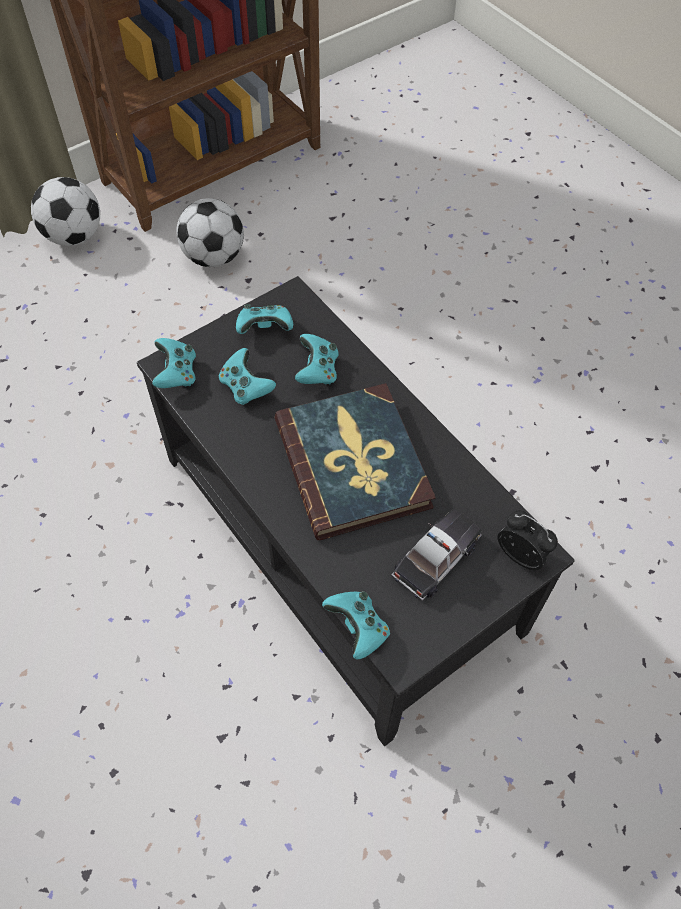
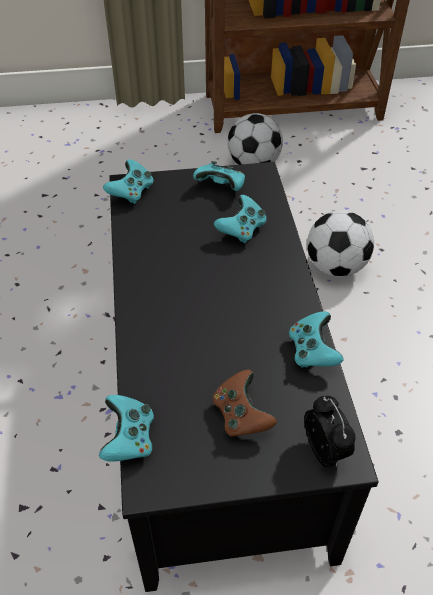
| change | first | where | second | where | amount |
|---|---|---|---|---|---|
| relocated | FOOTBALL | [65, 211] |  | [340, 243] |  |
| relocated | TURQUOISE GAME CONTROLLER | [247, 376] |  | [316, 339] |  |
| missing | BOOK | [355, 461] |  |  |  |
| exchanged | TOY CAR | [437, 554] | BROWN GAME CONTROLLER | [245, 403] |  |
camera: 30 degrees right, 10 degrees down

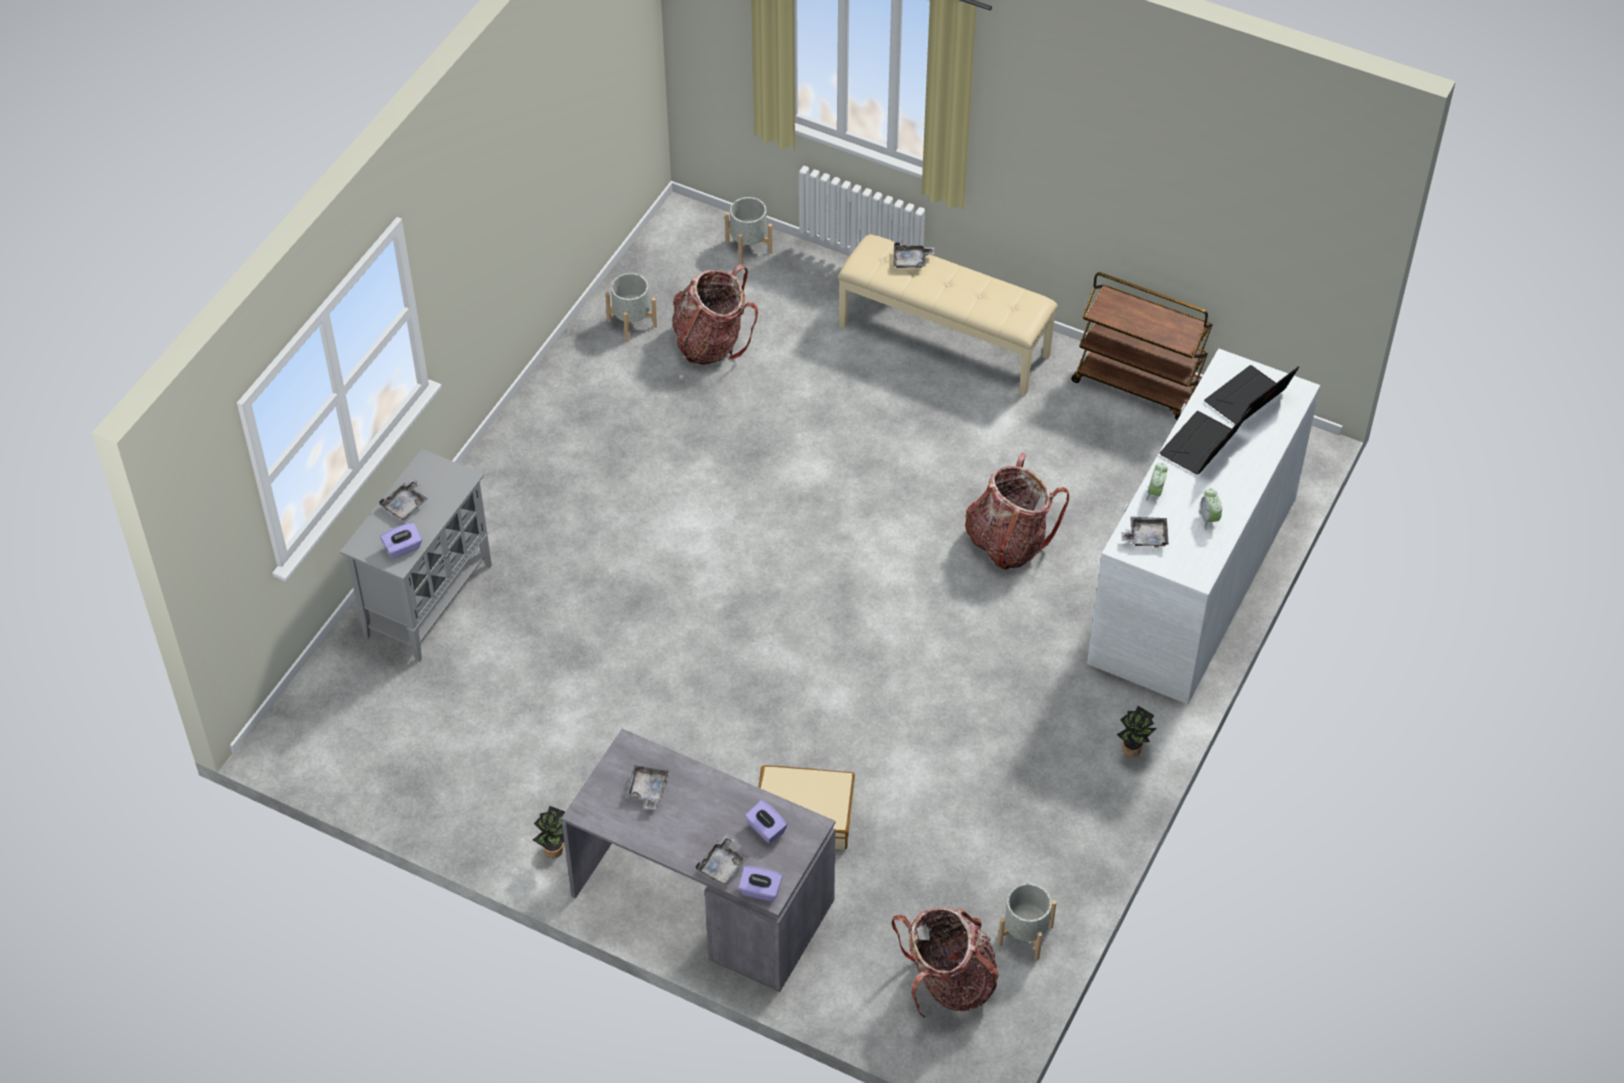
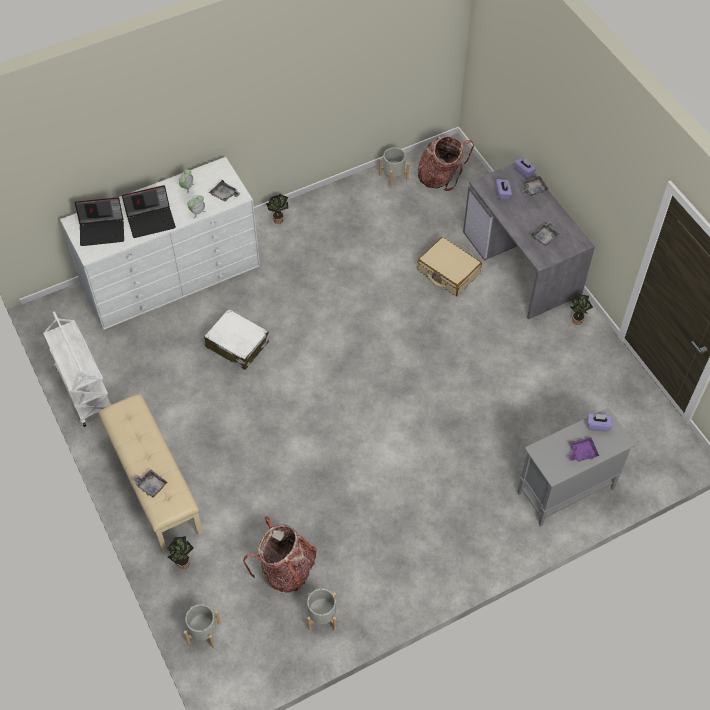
| change | first | where | second | where | amount |
|---|---|---|---|---|---|
| colour | BROWN CART | [1142, 346] | WHITE CART | [77, 369] |  |
| exchanged | BACKPACK | [1017, 511] | WHITE SUITCASE | [236, 339] |  |
| colour | GREY TRAY | [403, 499] | PURPLE TRAY | [583, 449] |  |
| appeared |  |  | POTTED PLANT | [180, 552] |  |
camera: 145 degrees left, 5 degrees up

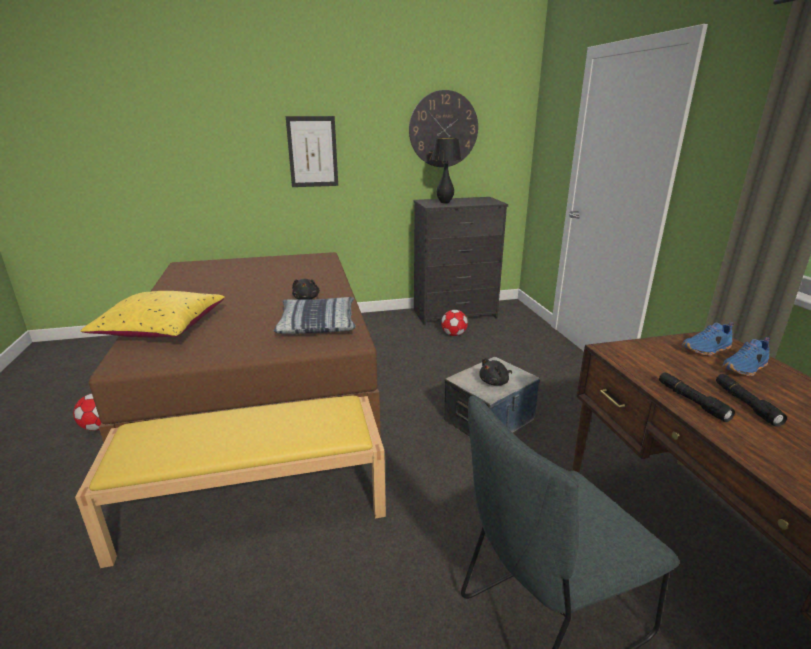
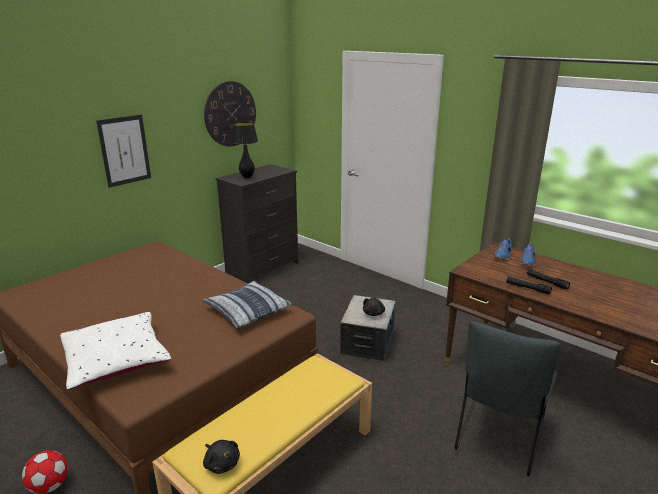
| change | first | where | second | where | amount |
|---|---|---|---|---|---|
| relocated | BLACK PLUSH TOY | [306, 289] |  | [221, 457] |  |
| colour | YELLOW PILLOW | [152, 314] | WHITE PILLOW | [115, 351] |  |
| missing | FOOTBALL | [454, 323] |  |  |  |
camera: 35 degrees left, 0 degrees up

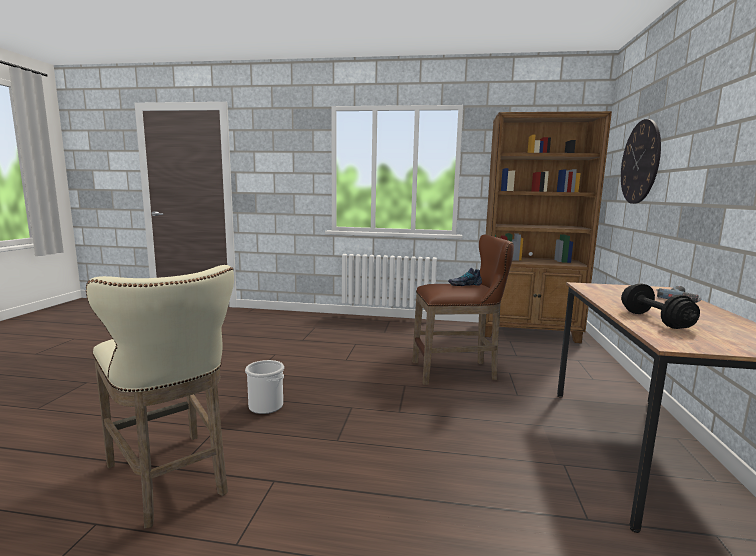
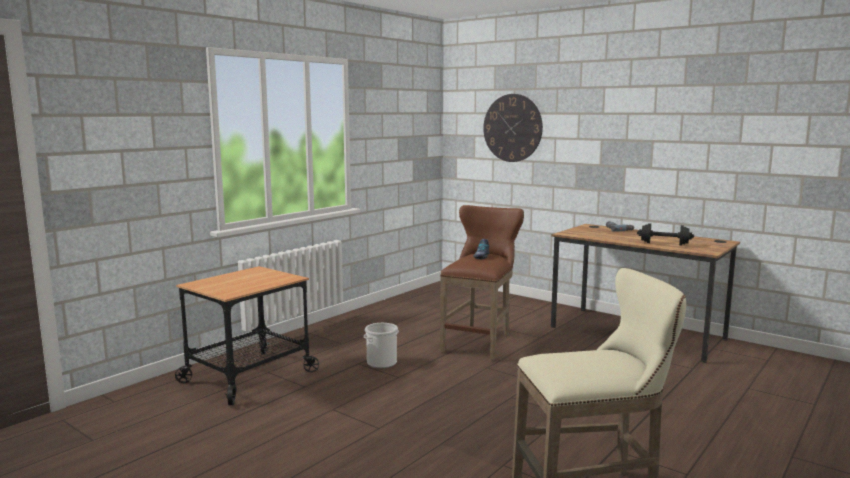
| change | first | where | second | where | amount |
|---|---|---|---|---|---|
| missing | BROWN BOOKCASE | [548, 227] |  |  |  |
| relocated | BUCKET | [264, 387] |  | [381, 345] |  |
| appeared |  |  | CART | [247, 335] |  |
camera: 60 degrees left, 0 degrees up

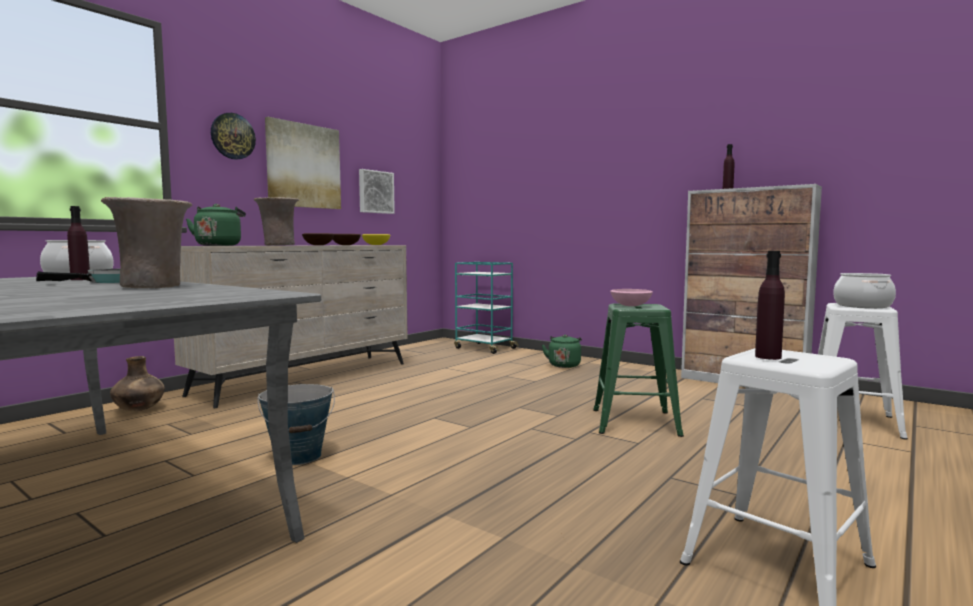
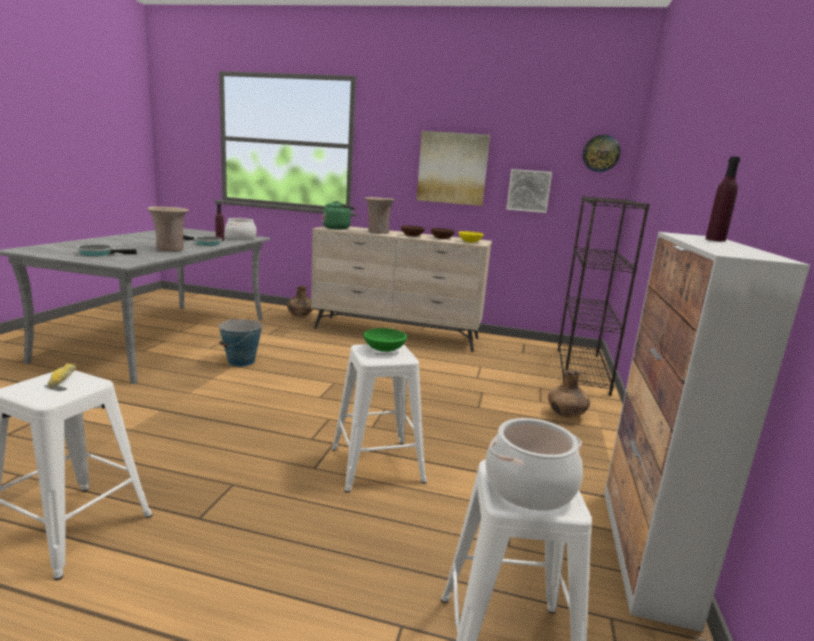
| change | first | where | second | where | amount |
|---|---|---|---|---|---|
| relocated | WALL CLOCK | [233, 136] |  | [601, 153] |  |
| exchanged | PURPLE BOTTLE | [770, 305] | BREAD | [62, 375] |  |
| exchanged | TURQUOISE CART | [486, 308] | BLACK BOOKCASE | [604, 296] |  |
| colour | PINK BOWL | [631, 297] | GREEN BOWL | [385, 340] |  |
| colour | GREEN STOOL | [638, 370] | WHITE STOOL | [379, 418] |  |
| exchanged | GREEN KETTLE | [562, 351] | BROWN VASE | [569, 394] |  |
| appeared |  |  | FRYING PAN | [107, 250] |  |
camera: 65 degrees right, 10 degrees up

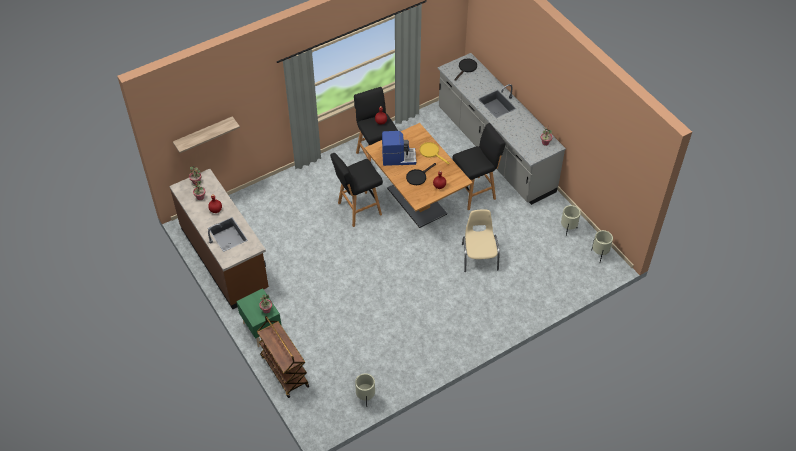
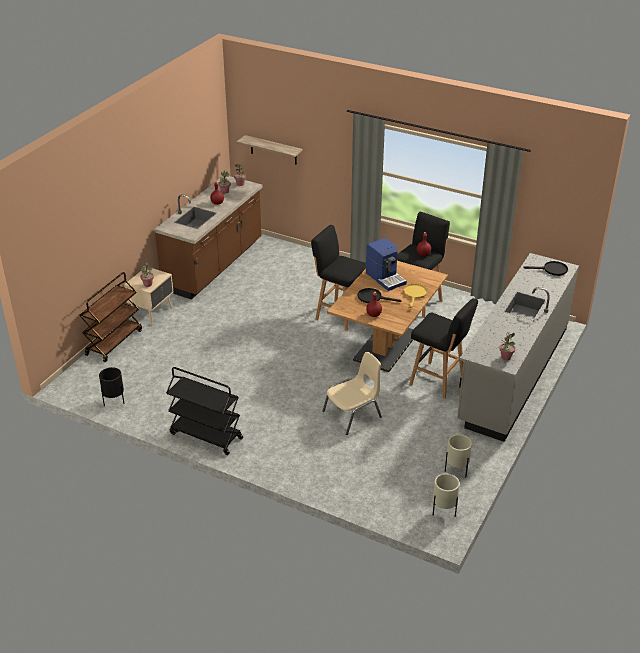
| change | first | where | second | where | amount |
|---|---|---|---|---|---|
| colour | GREEN NIGHTSTAND | [258, 317] | BEIGE NIGHTSTAND | [148, 296] |  |
| colour | BEIGE PLANTER | [365, 390] | BLACK PLANTER | [111, 386] |  |
| appeared |  |  | BLACK CART | [204, 411] |  |
camera: 60 degrees right, 15 degrees down

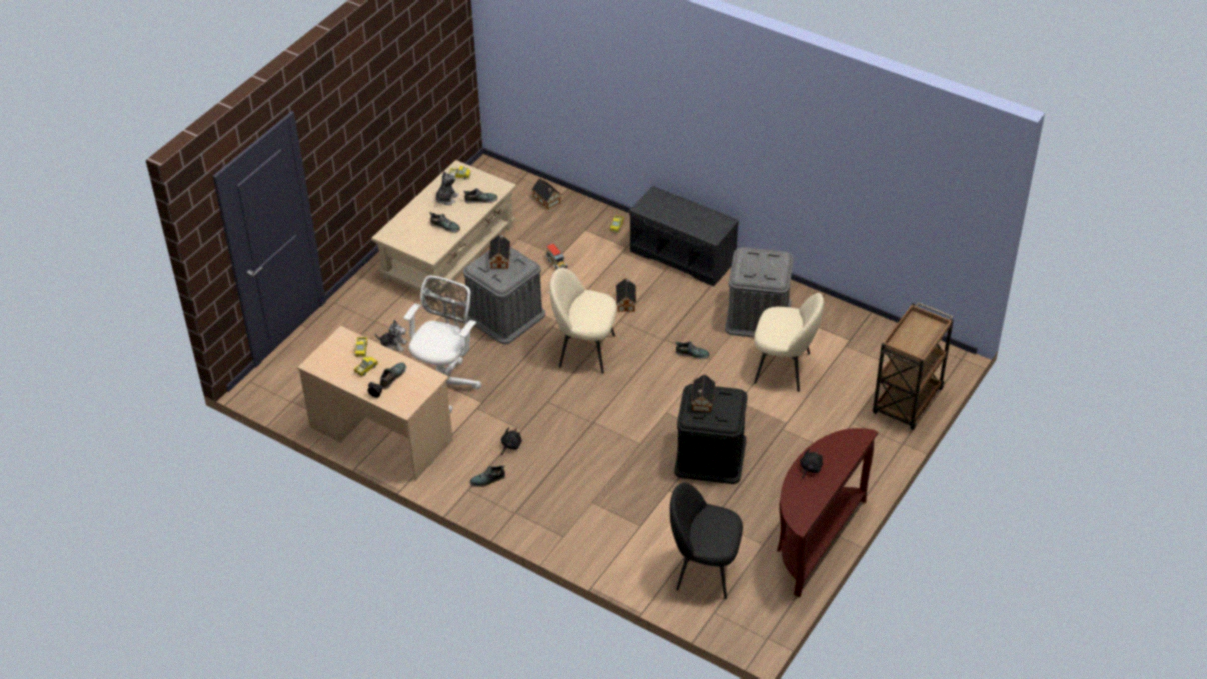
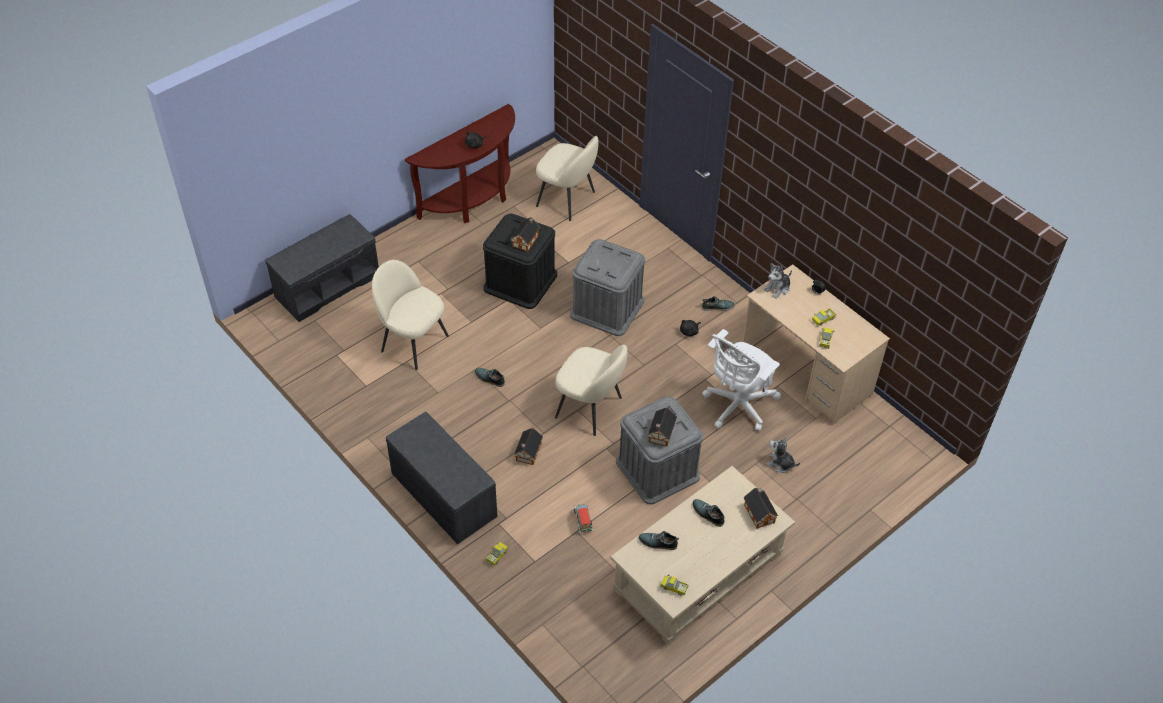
| change | first | where | second | where | amount |
|---|---|---|---|---|---|
| relocated | PLUSH TOY | [447, 188] |  | [778, 280] |  |
| relocated | TOY HOUSE | [547, 194] |  | [760, 508] |  |
| relocated | GREY STORAGE BOX | [759, 292] |  | [607, 287] |  |
| exchanged | BROWN CART | [913, 366] | GREY BENCH | [322, 268] |  |
| missing | SHOE | [393, 376] |  |  |  |
| colour | BLACK CHAIR | [706, 541] | BEIGE CHAIR | [567, 178] |  |
camera: 165 degrees left, 5 degrees up

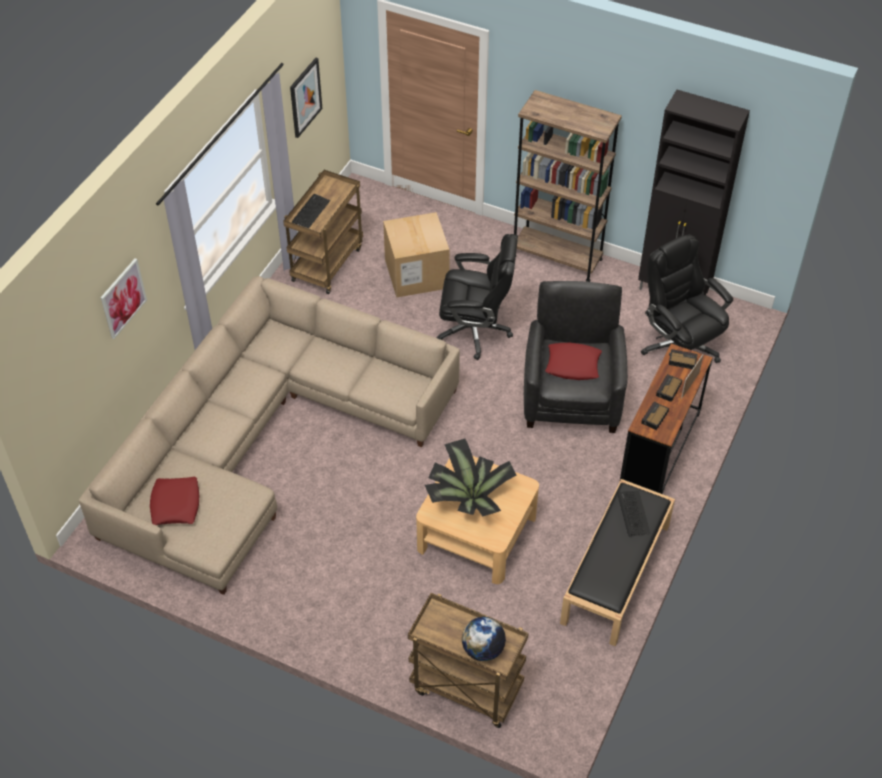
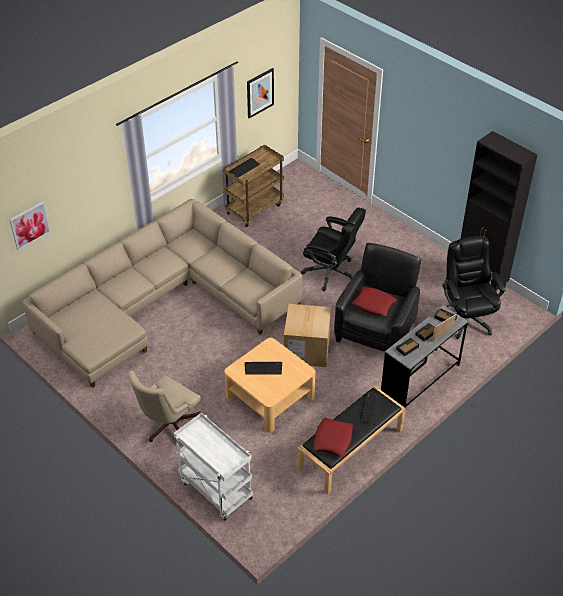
| change | first | where | second | where | amount |
|---|---|---|---|---|---|
| missing | BROWN BOOKCASE | [568, 186] |  |  |  |
| relocated | CARDBOARD BOX | [416, 255] |  | [307, 335] |  |
| relocated | PICTURE | [123, 298] |  | [30, 225] |  |
| colour | BROWN DESK | [666, 419] | GREY DESK | [424, 358] |  |
| exchanged | POTTED PLANT | [470, 477] | KEYBOARD | [263, 368] |  |
| relocated | RED PILLOW | [174, 501] |  | [333, 437] |  |
| colour | BROWN CART | [468, 660] | WHITE CART | [213, 467] |  |
| missing | GLOBE | [484, 639] |  |  |  |
| appeared |  |  | BEIGE OFFICE CHAIR | [164, 406] |  |
camera: 20 degrees right, 5 degrees down

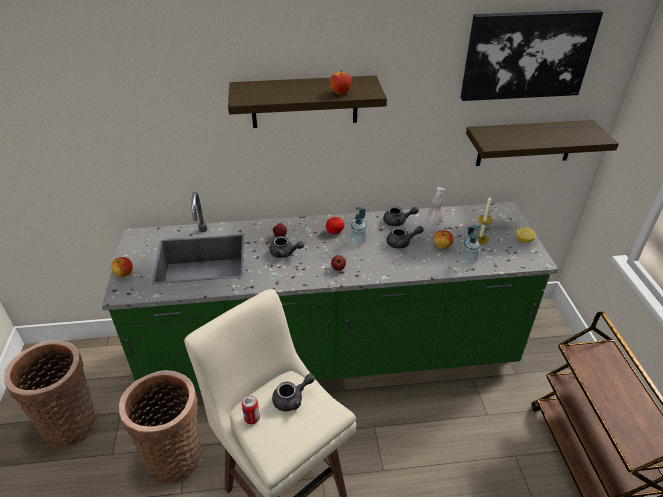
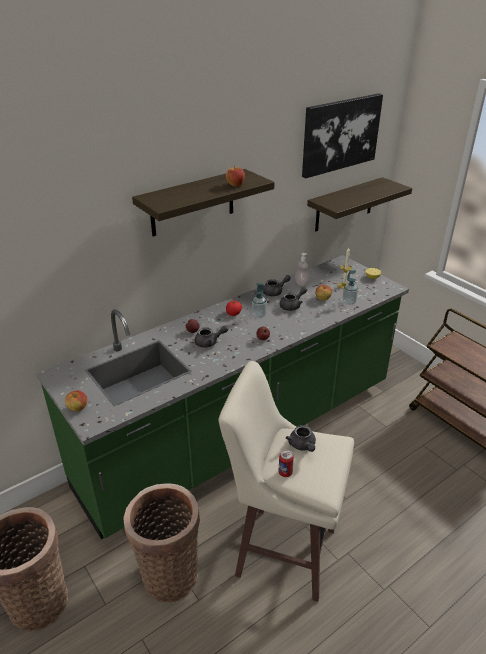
| change | first | where | second | where | amount |
|---|---|---|---|---|---|
| spun | GREY TEAPOT | [293, 392] |  | [301, 438] | 135 degrees clockwise |
camera: 30 degrees left, 5 degrees down

